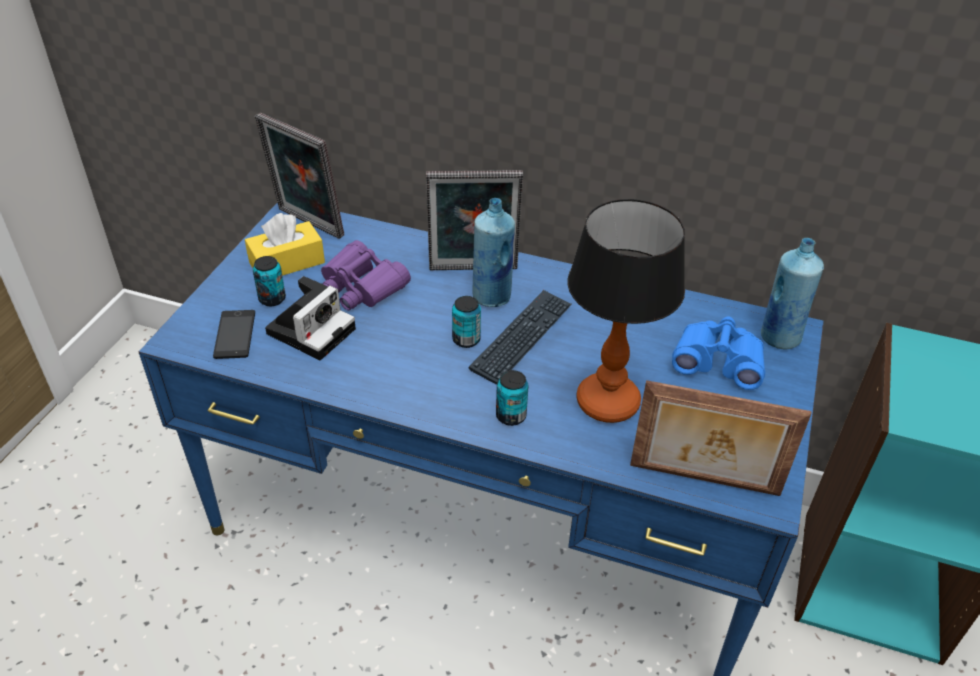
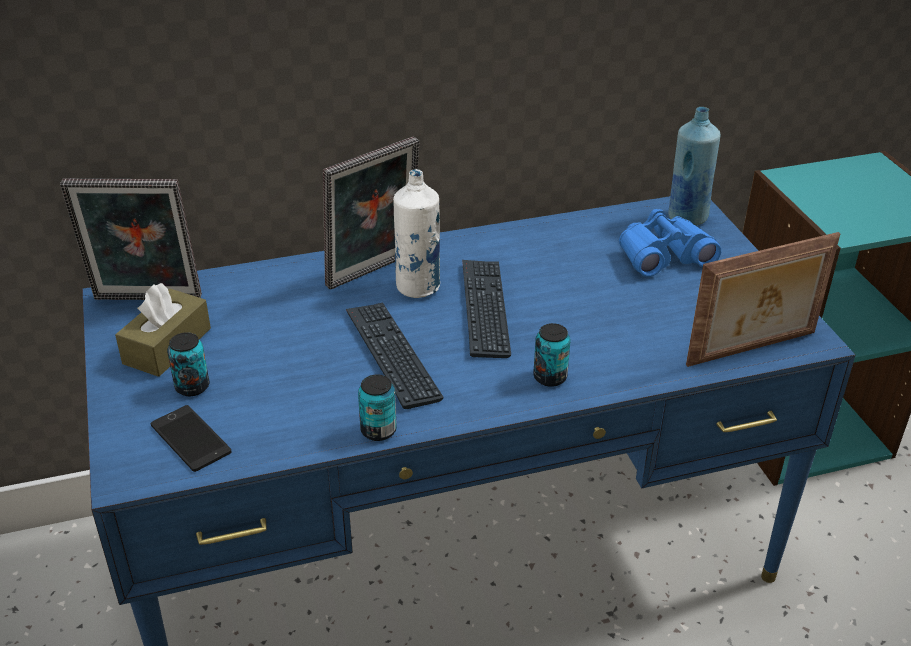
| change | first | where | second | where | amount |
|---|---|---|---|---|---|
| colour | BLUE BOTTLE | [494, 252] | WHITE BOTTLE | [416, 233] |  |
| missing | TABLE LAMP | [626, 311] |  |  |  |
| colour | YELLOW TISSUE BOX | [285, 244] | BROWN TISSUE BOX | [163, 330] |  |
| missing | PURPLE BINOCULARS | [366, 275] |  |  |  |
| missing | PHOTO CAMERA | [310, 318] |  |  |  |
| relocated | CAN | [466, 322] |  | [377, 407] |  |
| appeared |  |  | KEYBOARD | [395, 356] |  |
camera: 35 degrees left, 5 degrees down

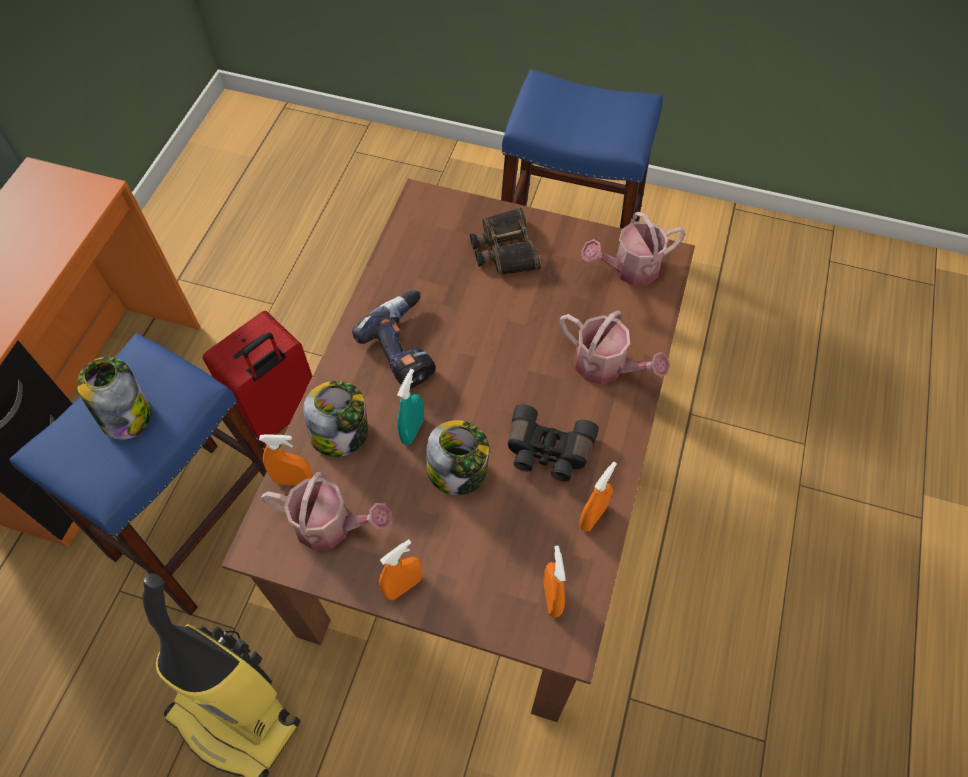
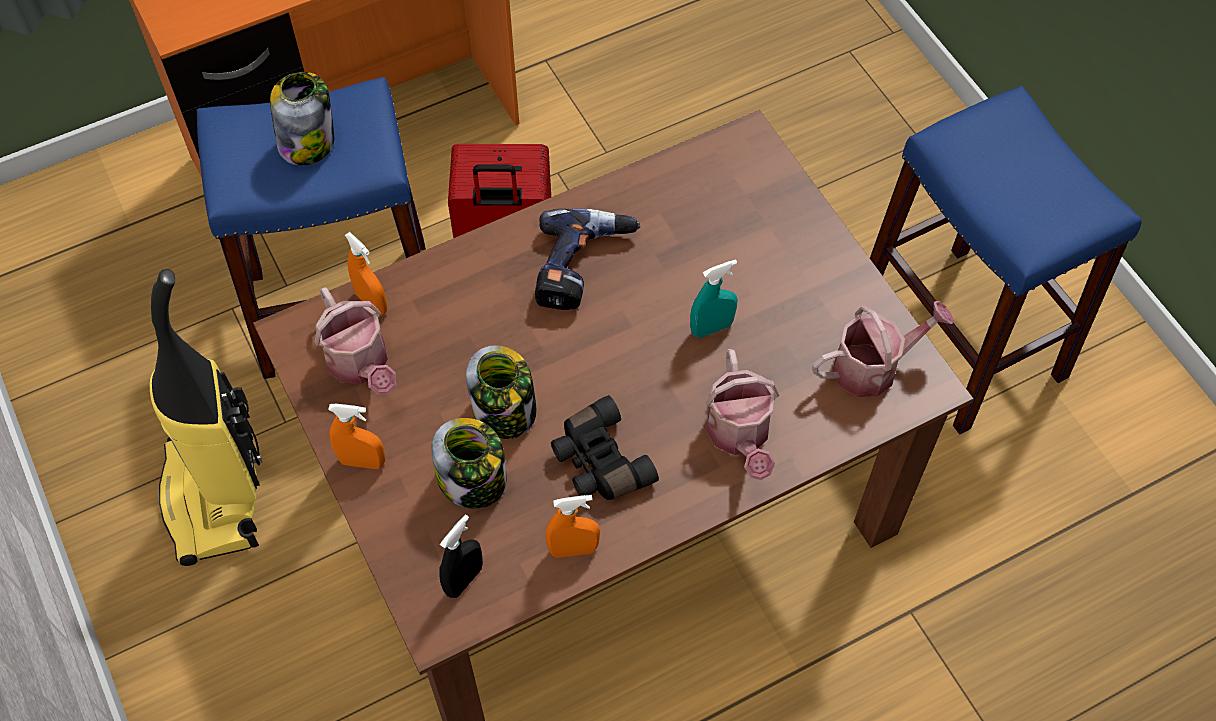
| change | first | where | second | where | amount |
|---|---|---|---|---|---|
| missing | BINOCULARS | [505, 241] |  |  |  |
| spun | WATERING CAN | [633, 249] |  | [883, 349] | 135 degrees clockwise |
| relocated | TURQUOISE SPRAY BOTTLE | [410, 407] |  | [714, 298] |  |
| relocated | JAR | [336, 419] |  | [469, 463] |  |
| colour | ORANGE SPRAY BOTTLE | [554, 581] | BLACK SPRAY BOTTLE | [461, 556] |  |
camera: 45 degrees right, 0 degrees up

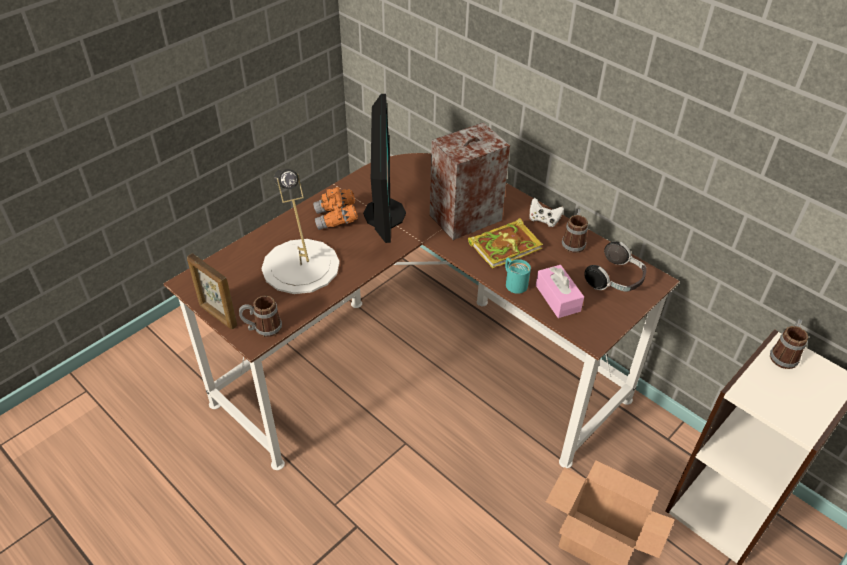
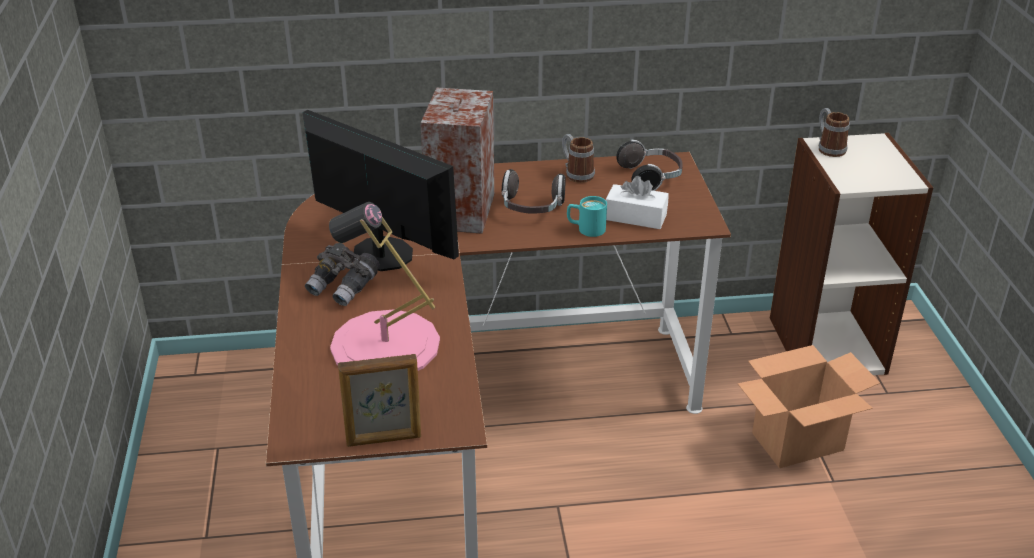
| change | first | where | second | where | amount |
|---|---|---|---|---|---|
| colour | WHITE TABLE LAMP | [300, 231] | PINK TABLE LAMP | [384, 286] |  |
| colour | ORANGE BINOCULARS | [335, 208] | GREY BINOCULARS | [342, 274] |  |
| missing | WHITE GAME CONTROLLER | [546, 212] |  |  |  |
| exchanged | BOOK | [505, 243] | HEADPHONES | [533, 191] |  |
| colour | PINK TISSUE BOX | [560, 291] | WHITE TISSUE BOX | [637, 202] |  |
| missing | MUG | [260, 316] |  |  |  |
camera: 50 degrees left, 10 degrees down

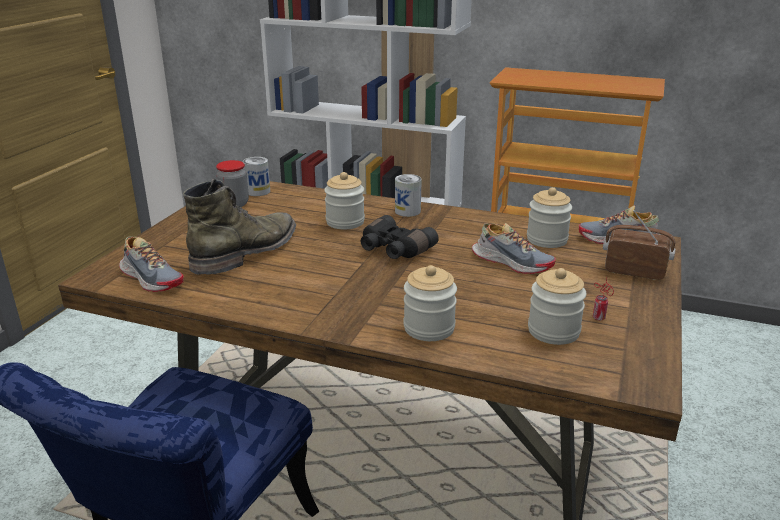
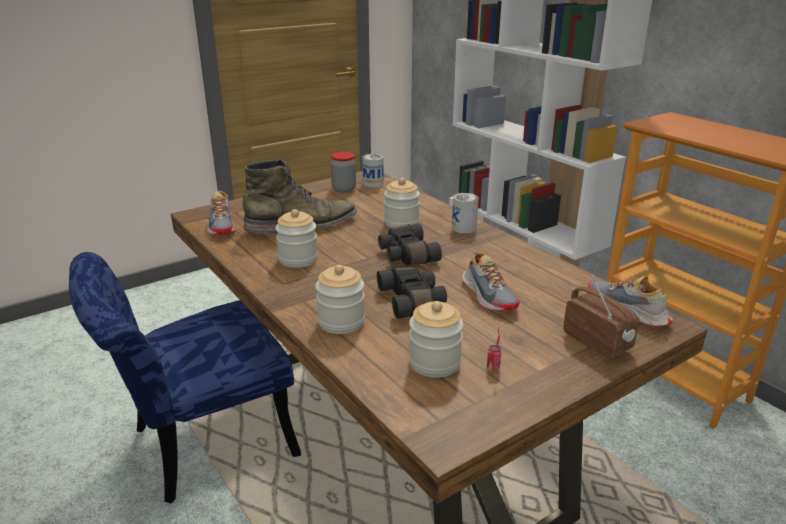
| change | first | where | second | where | amount |
|---|---|---|---|---|---|
| relocated | JAR | [549, 217] |  | [296, 238] |  |
| appeared |  |  | BLACK BINOCULARS | [412, 293] |  |
camera: 35 degrees right, 0 degrees up

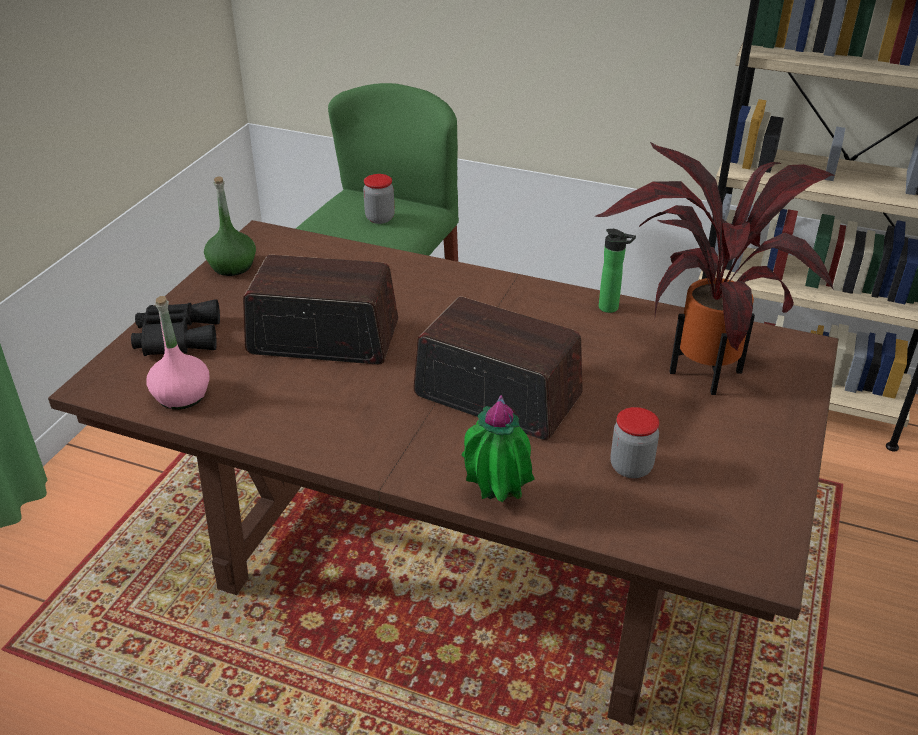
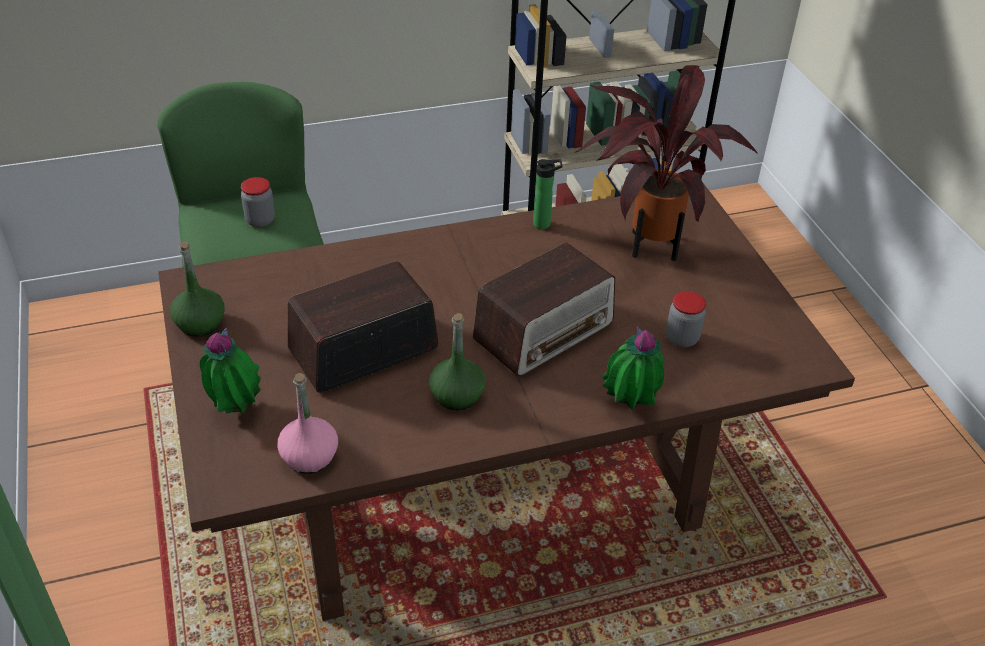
| change | first | where | second | where | amount |
|---|---|---|---|---|---|
| spun | RADIO | [498, 368] |  | [544, 309] | 150 degrees clockwise |
| exchanged | BLACK BINOCULARS | [175, 327] | POTTED PLANT | [230, 371] |  |
| appeared |  |  | GREEN BOTTLE | [457, 361] |  |
camera: 40 degrees left, 5 degrees up

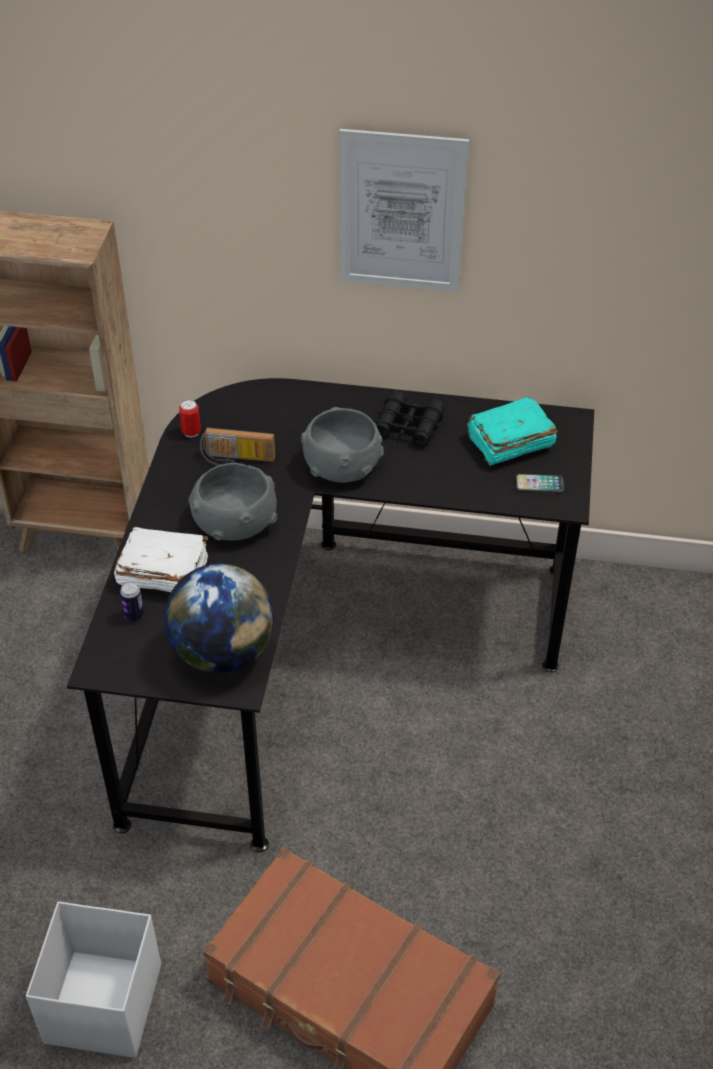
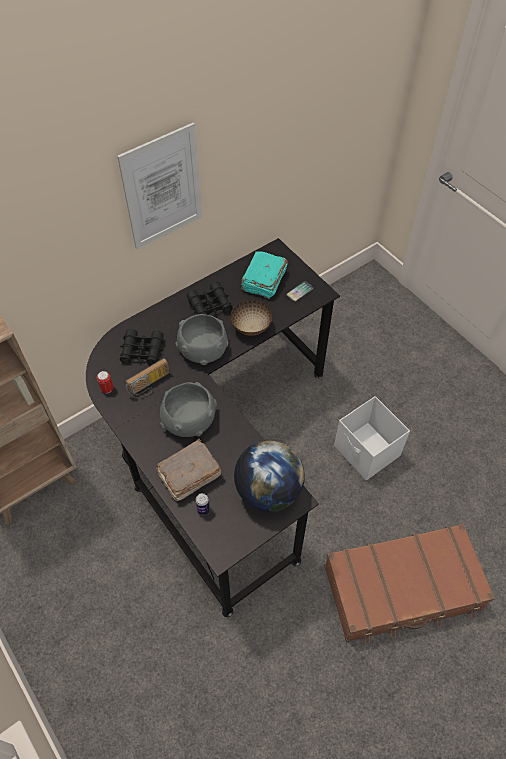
| change | first | where | second | where | amount |
|---|---|---|---|---|---|
| colour | WHITE BOOK | [161, 559] | BROWN BOOK | [188, 470] |  |
| relocated | WHITE STORAGE BOX | [93, 979] |  | [372, 438] |  |
| appeared |  |  | BOWL | [251, 318] |  |
| appeared |  |  | BLACK BINOCULARS | [142, 347] |  |
camera: 45 degrees left, 10 degrees up

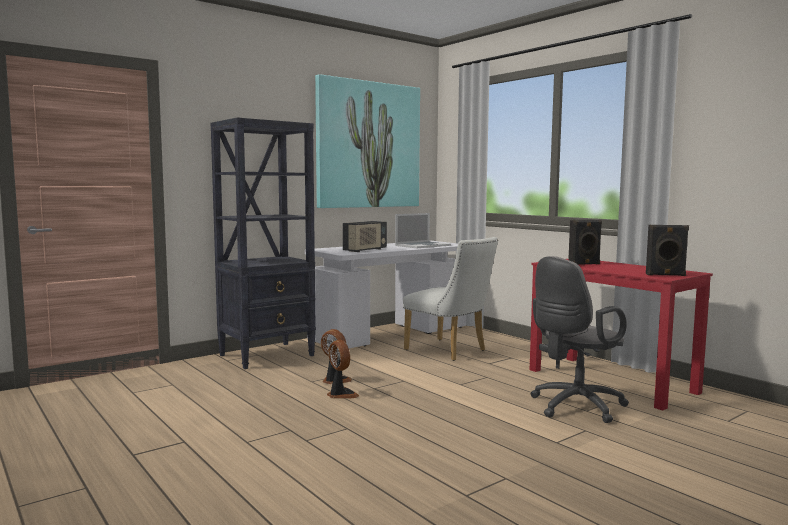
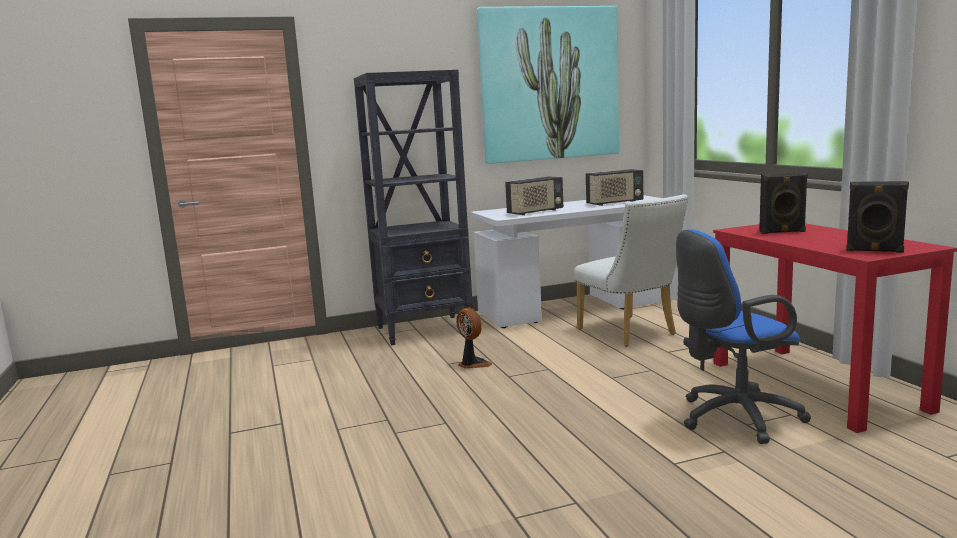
| change | first | where | second | where | amount |
|---|---|---|---|---|---|
| exchanged | LAPTOP | [423, 230] | RADIO | [614, 187] |  |
| colour | GREY OFFICE CHAIR | [579, 339] | BLUE OFFICE CHAIR | [743, 336] |  |
| missing | FAN | [343, 368] |  |  |  |
camera: 20 degrees right, 5 degrees up

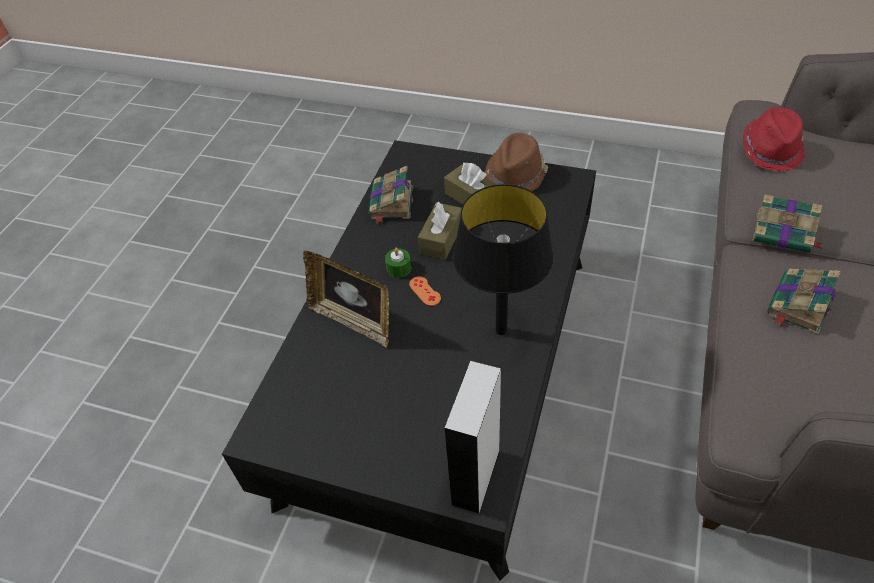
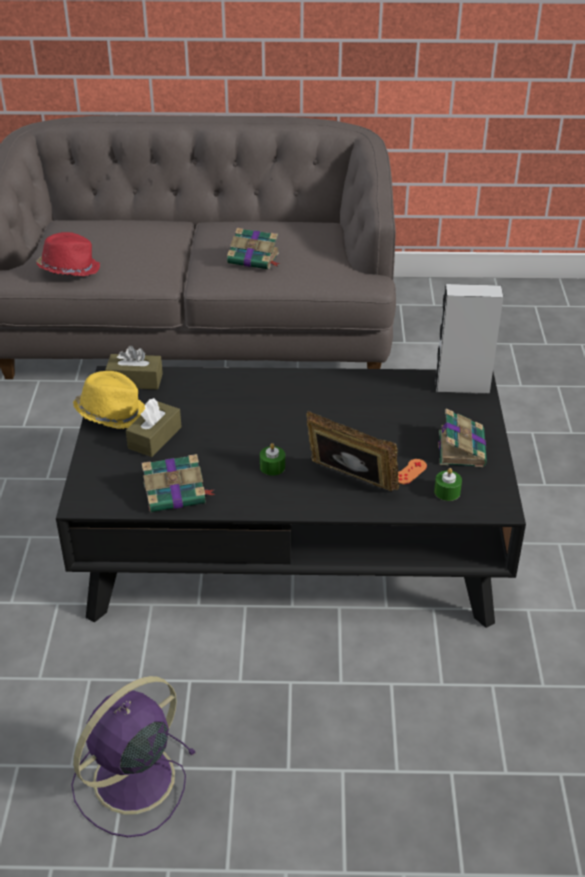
| change | first | where | second | where | amount |
|---|---|---|---|---|---|
| colour | BROWN HAT | [516, 162] | YELLOW HAT | [109, 400] |  |
| missing | BLACK TABLE LAMP | [503, 259] |  |  |  |
| relocated | BOOK | [787, 223] |  | [462, 437] |  |
| relocated | BROWN TISSUE BOX | [440, 230] |  | [134, 368] |  |
| spun | PICTURE FRAME | [346, 299] |  | [352, 451] | 75 degrees counterclockwise |
| relocated | ORANGE GAME CONTROLLER | [425, 291] |  | [412, 471] |  |
| appeared |  |  | GREEN CANDLE | [448, 484] |  |
| appeared |  |  | PURPLE FAN | [133, 756] |  |
camera: 110 degrees left, 10 degrees down

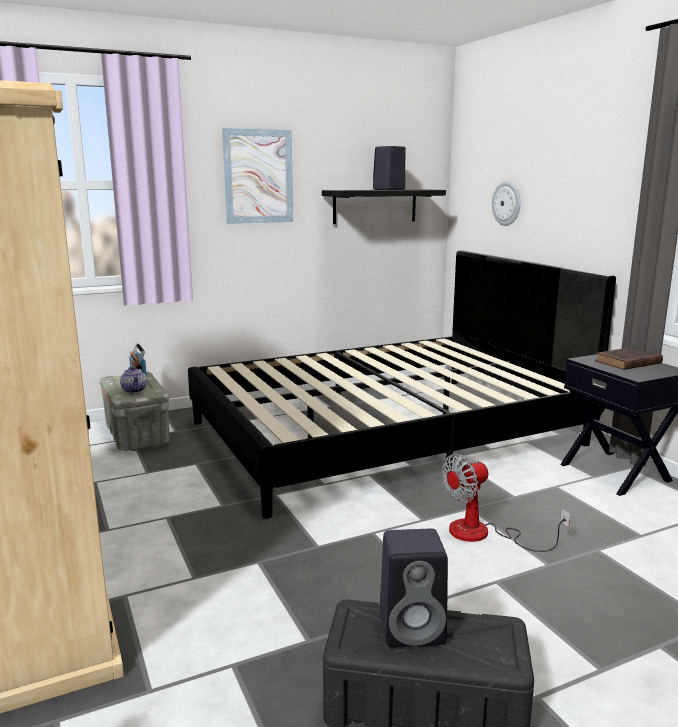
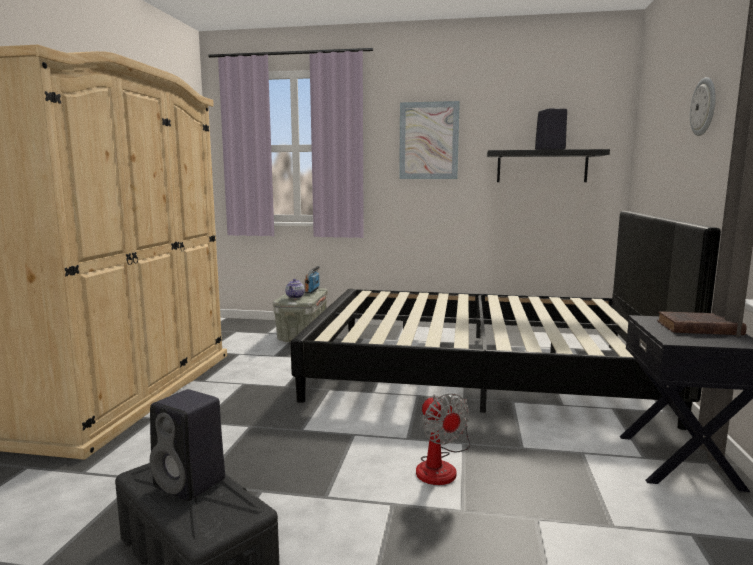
| change | first | where | second | where | amount |
|---|---|---|---|---|---|
| relocated | WALL CLOCK | [506, 203] |  | [703, 106] |  |
| spun | FAN | [505, 503] |  | [443, 439] | 120 degrees counterclockwise |
camera: 35 degrees right, 5 degrees down

